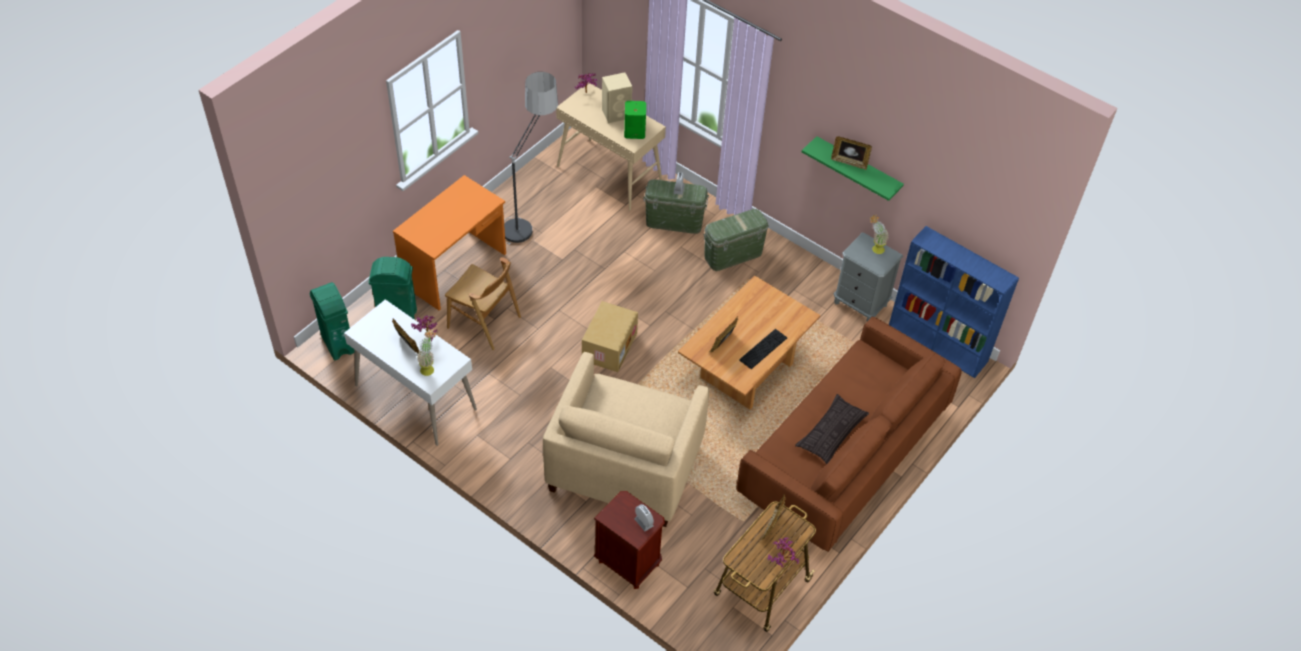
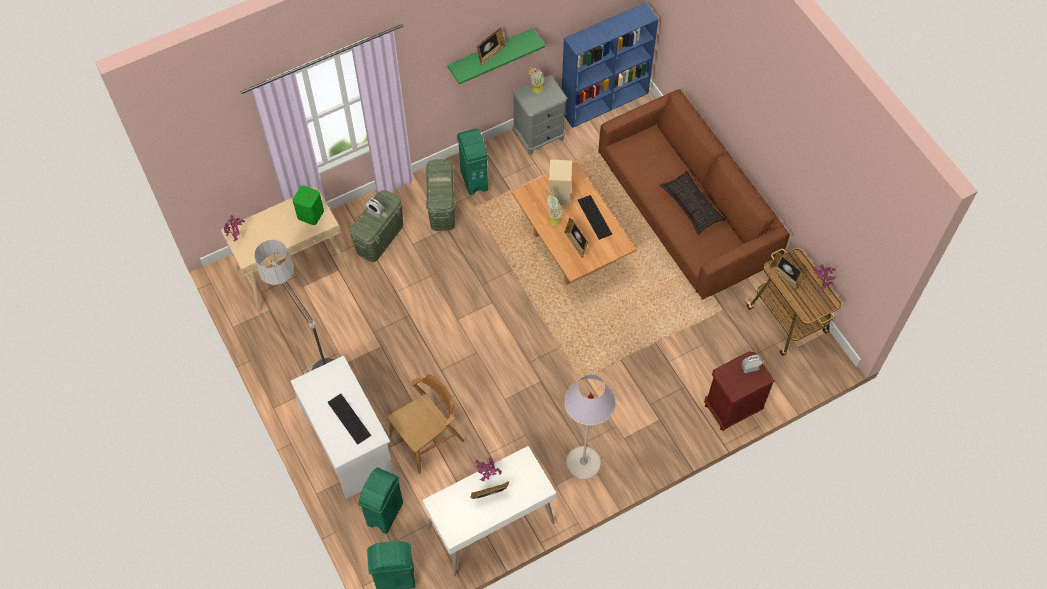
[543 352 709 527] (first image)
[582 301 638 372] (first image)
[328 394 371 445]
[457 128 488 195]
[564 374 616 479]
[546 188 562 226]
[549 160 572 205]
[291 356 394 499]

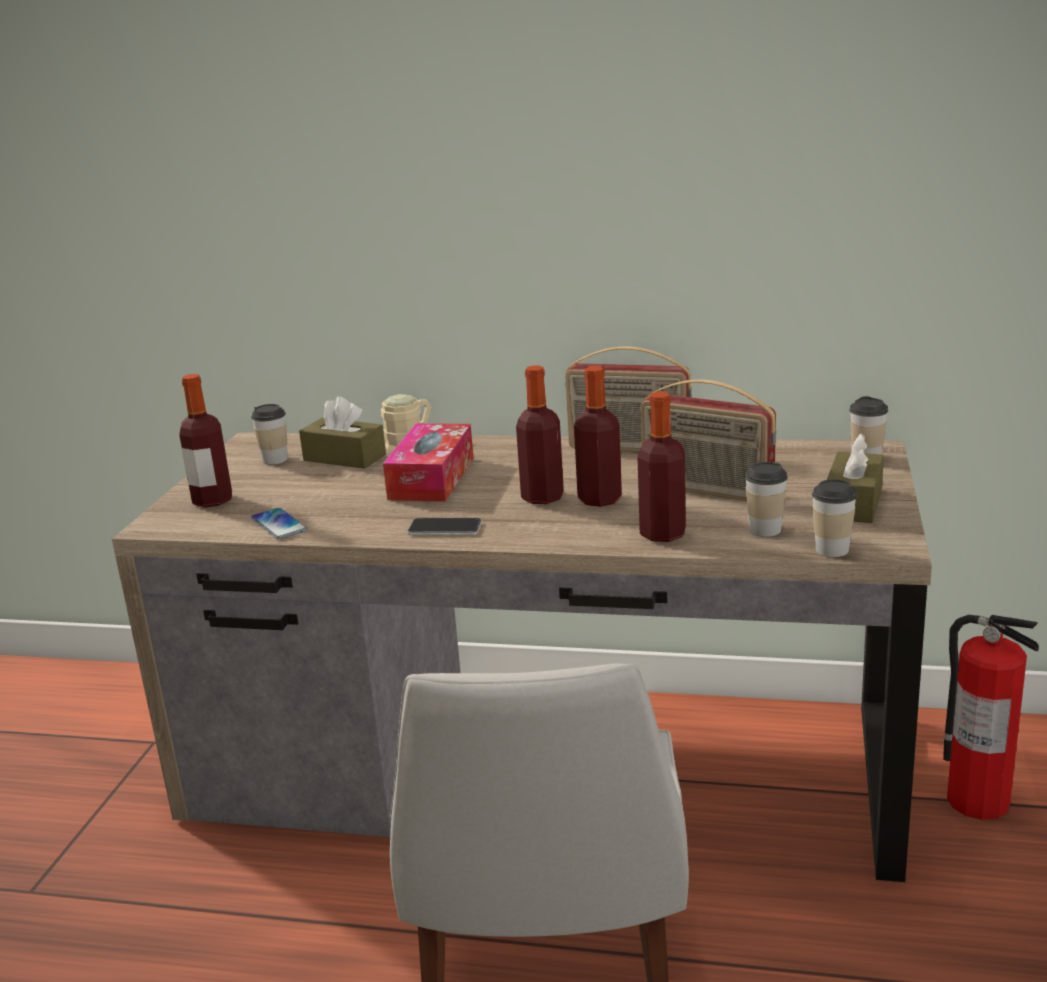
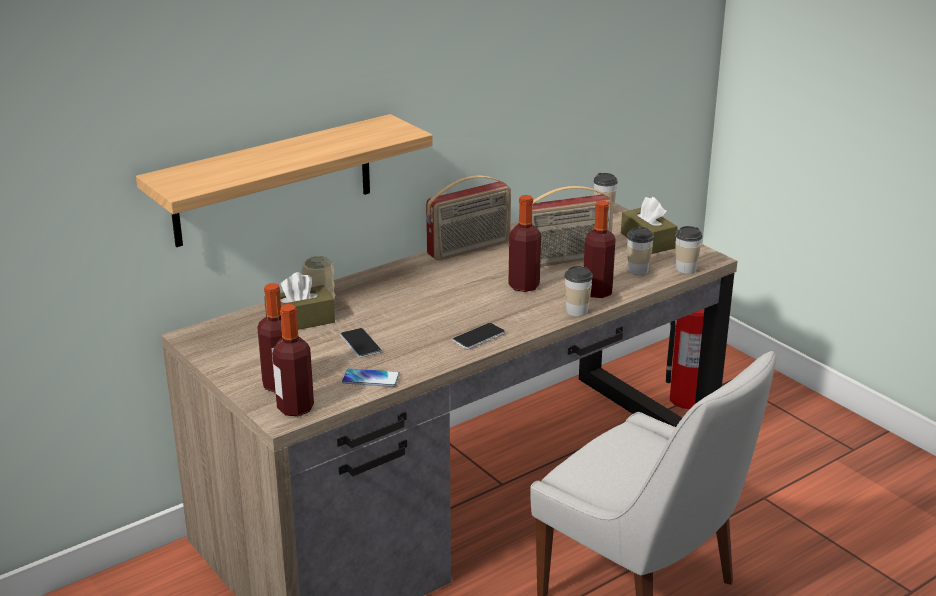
[383 423 474 502] (first image)
[136 114 433 247]
[340 328 382 358]
[564 266 593 316]
[272 304 314 416]

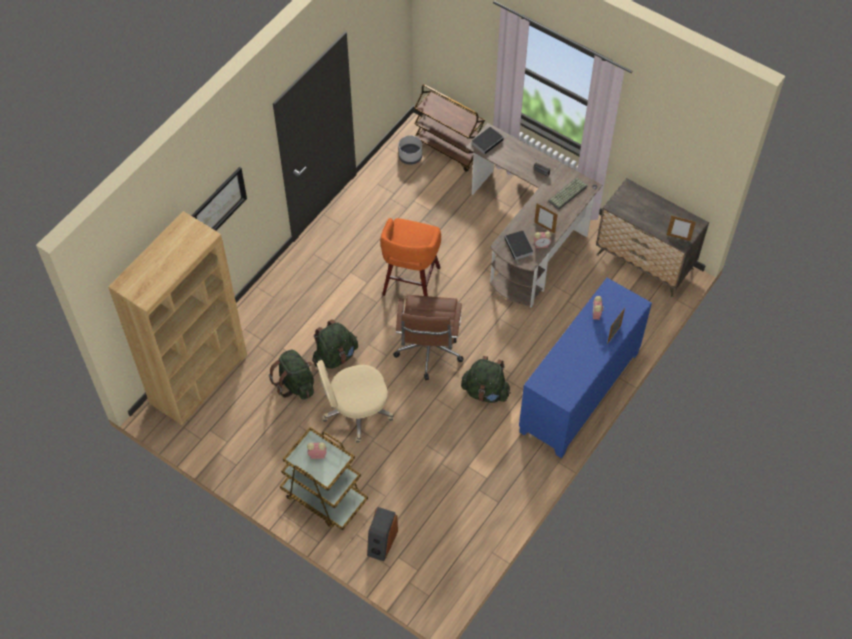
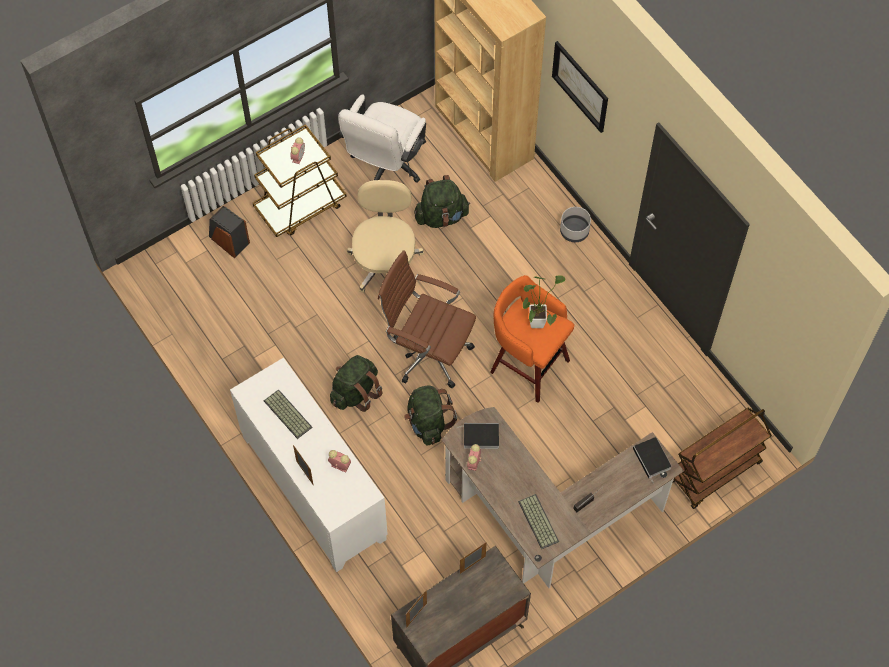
[264 389 312 439]
[338 95 426 183]
[522 275 565 328]
[404 386 457 446]
[560 207 591 242]
[460 542 487 574]
[230 357 388 572]

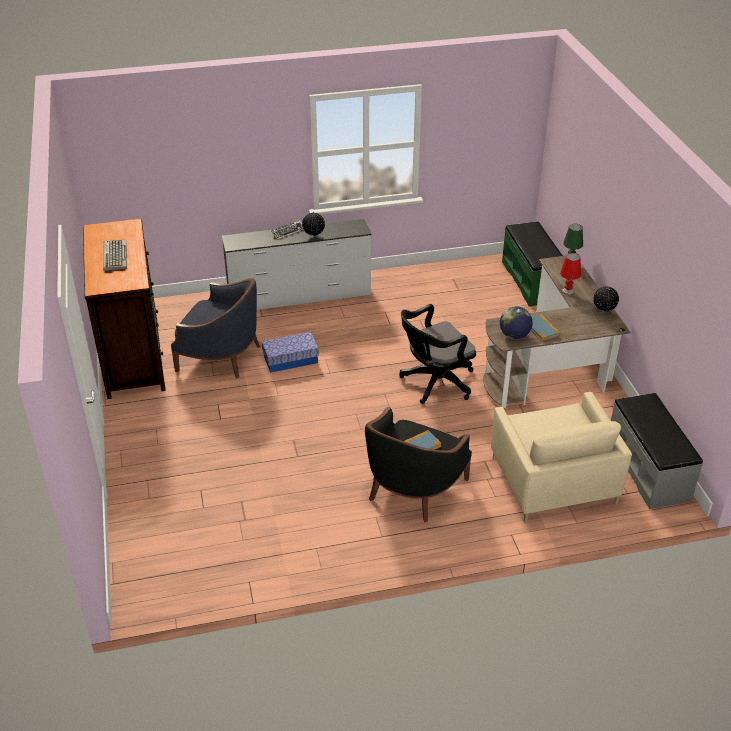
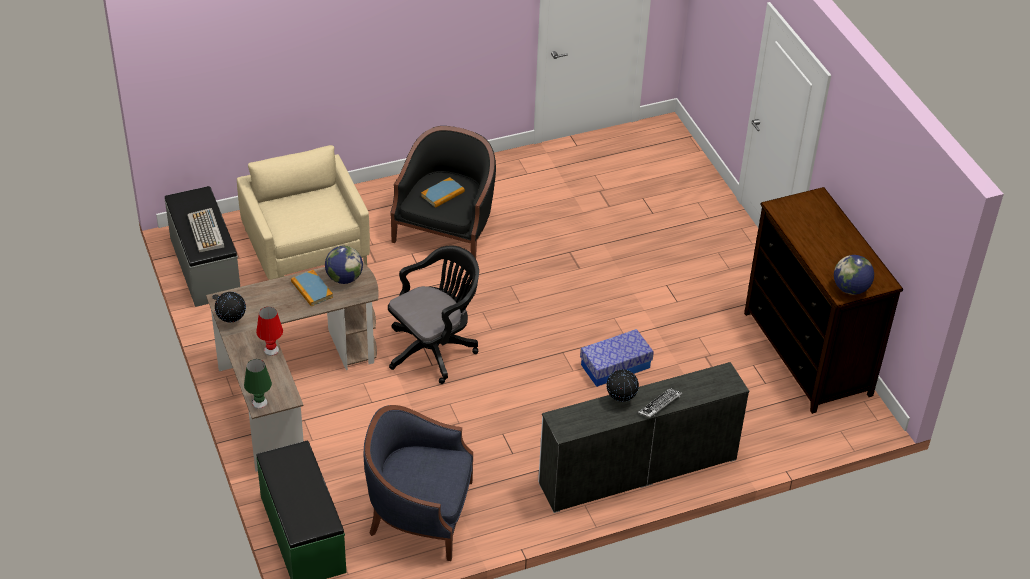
[834 255 874 295]
[187 208 225 253]
[363 405 473 561]

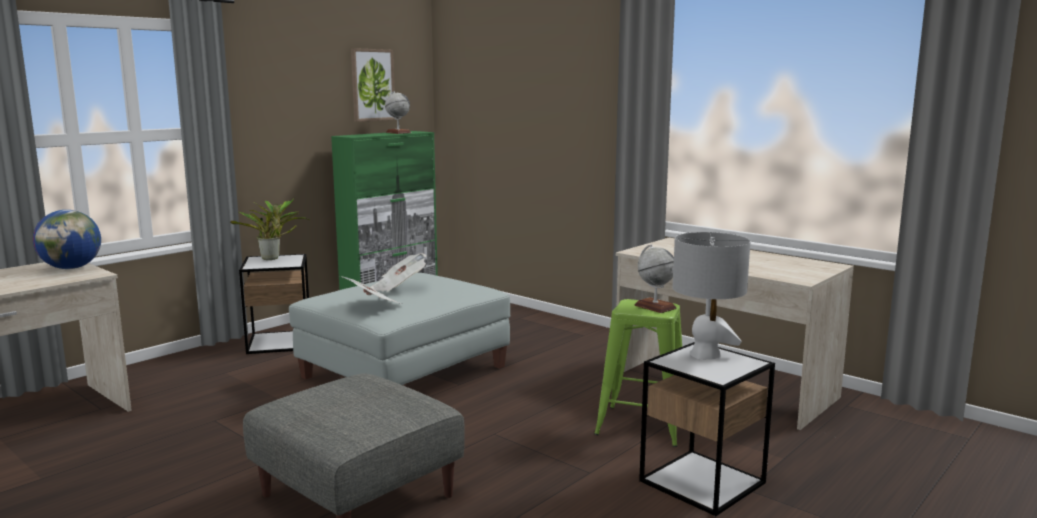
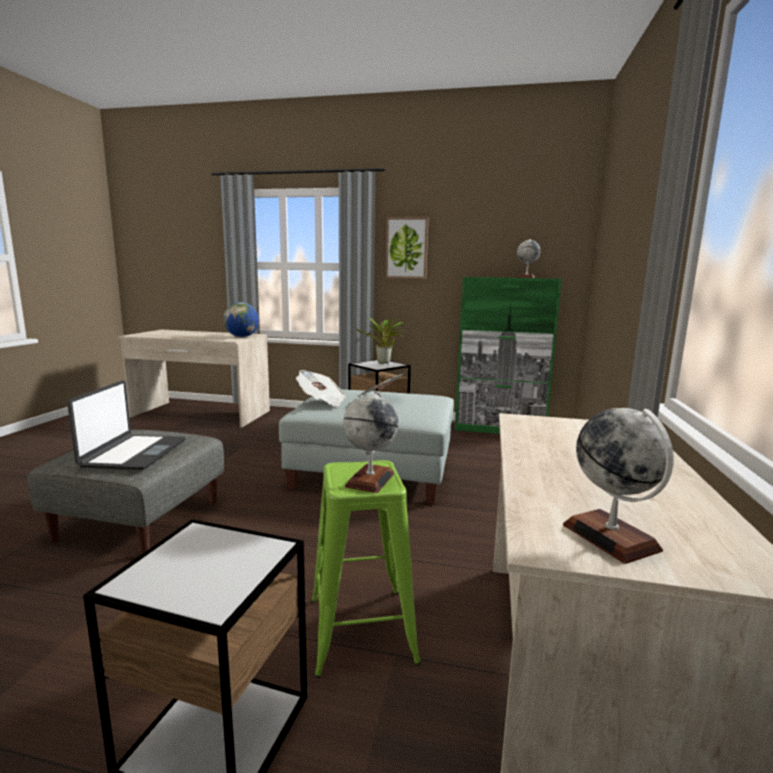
[672 232 751 360] (first image)
[67 380 185 470]
[563 408 674 564]
[385 217 428 279]

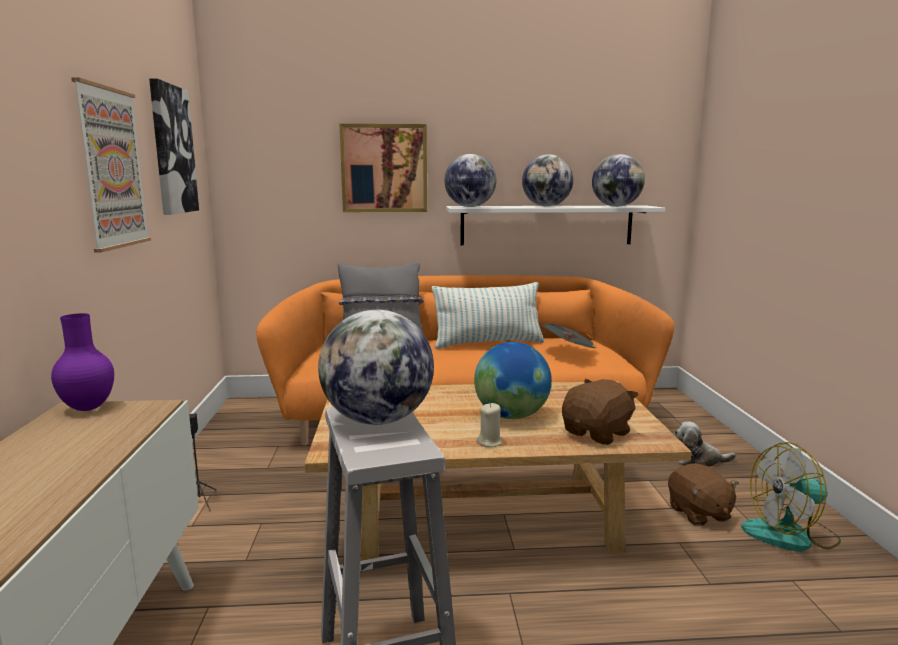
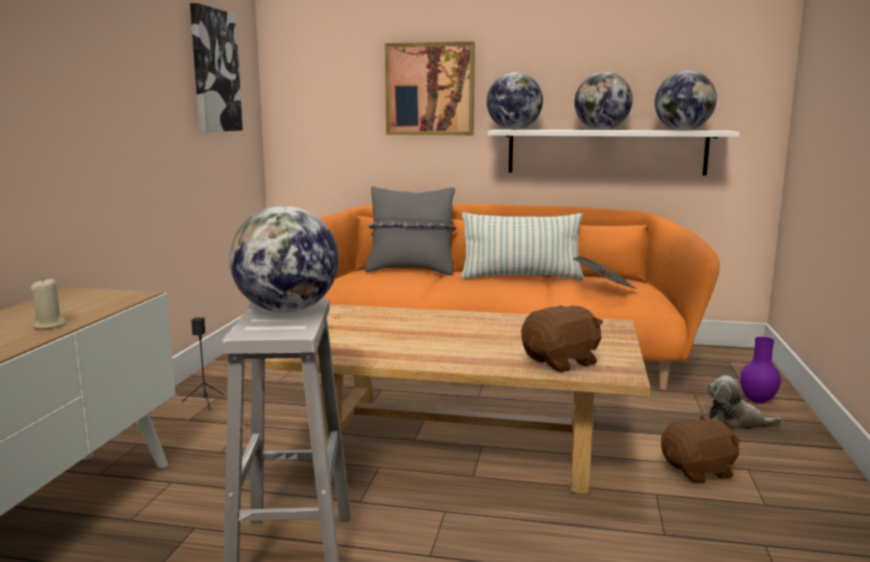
[71 77 151 252] (first image)
[474 342 552 419] (first image)
[741 442 841 552] (first image)
[740 337 781 403]
[31 278 66 329]
[661 415 741 484]

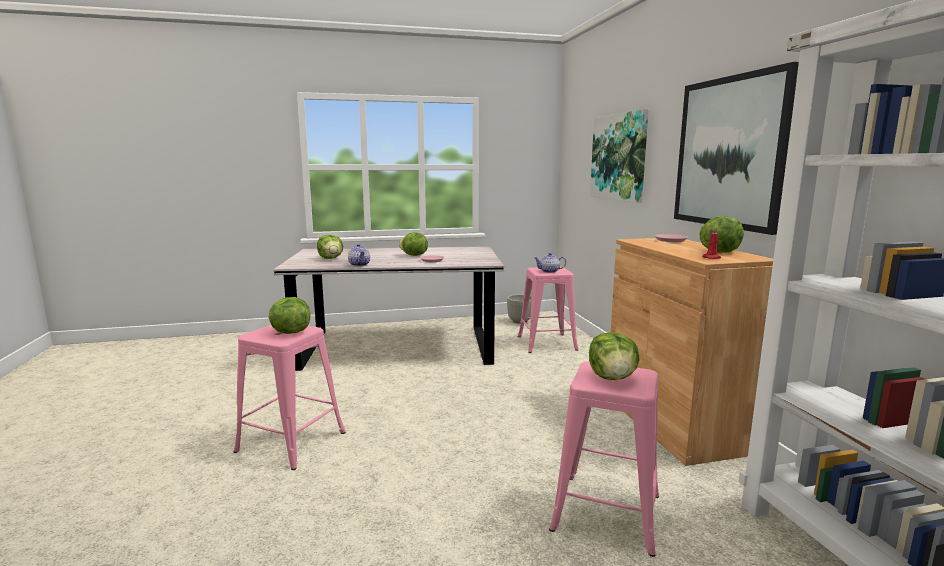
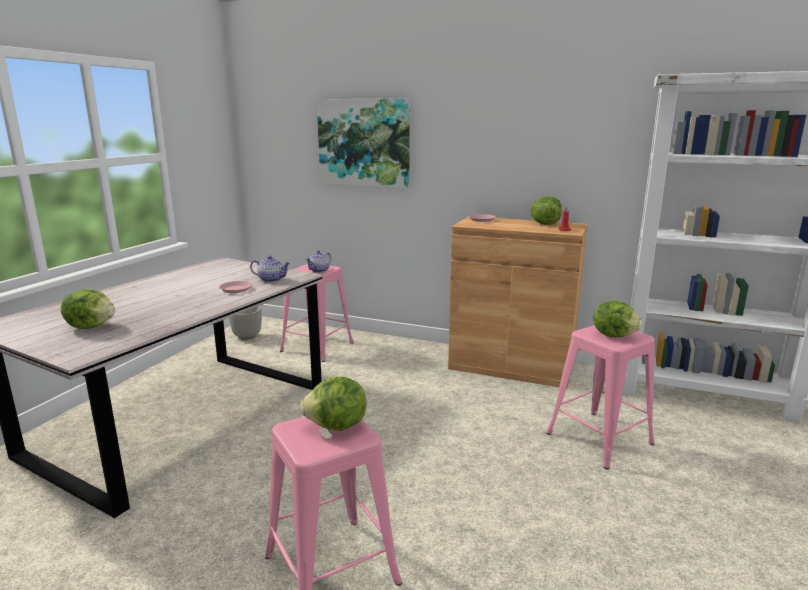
[399 233 428 256] (first image)
[674 62 799 235] (first image)
[250 256 291 282]

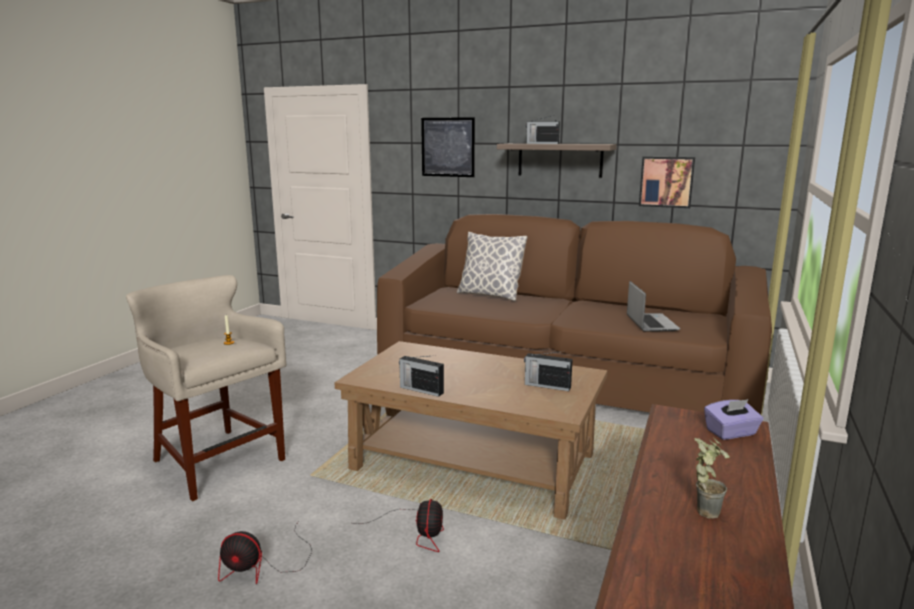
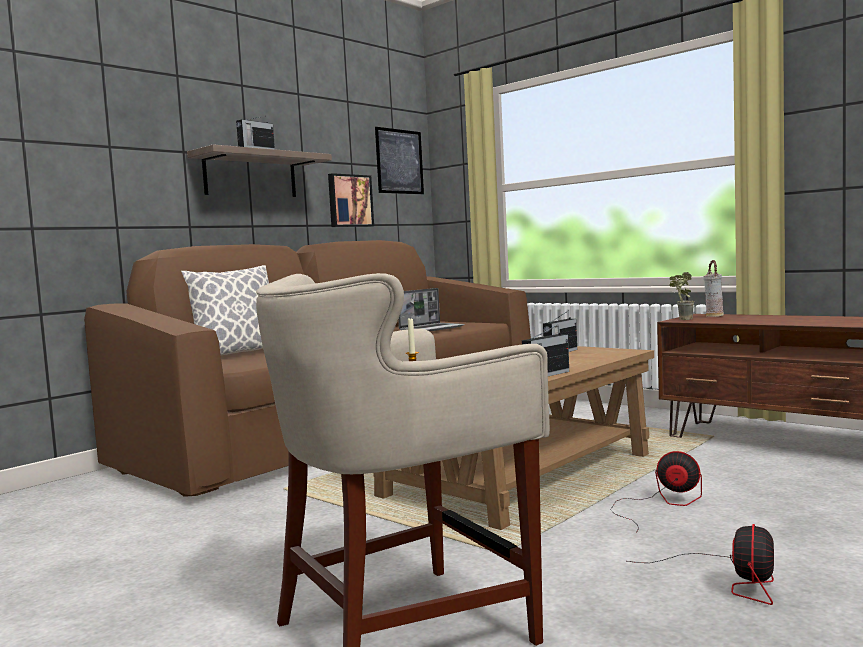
[375 127 424 194]
[669 272 695 320]
[704 260 724 317]
[398 288 465 331]

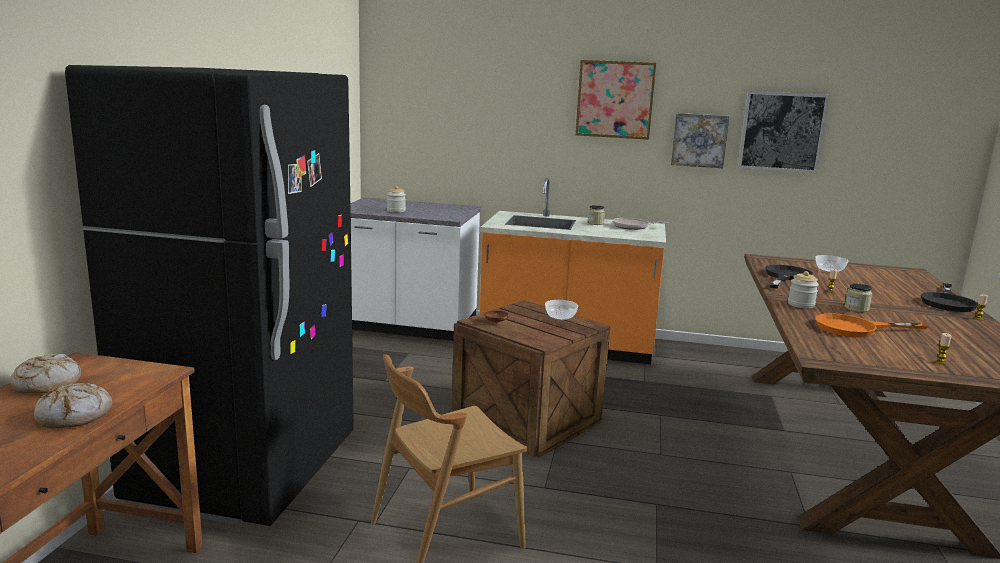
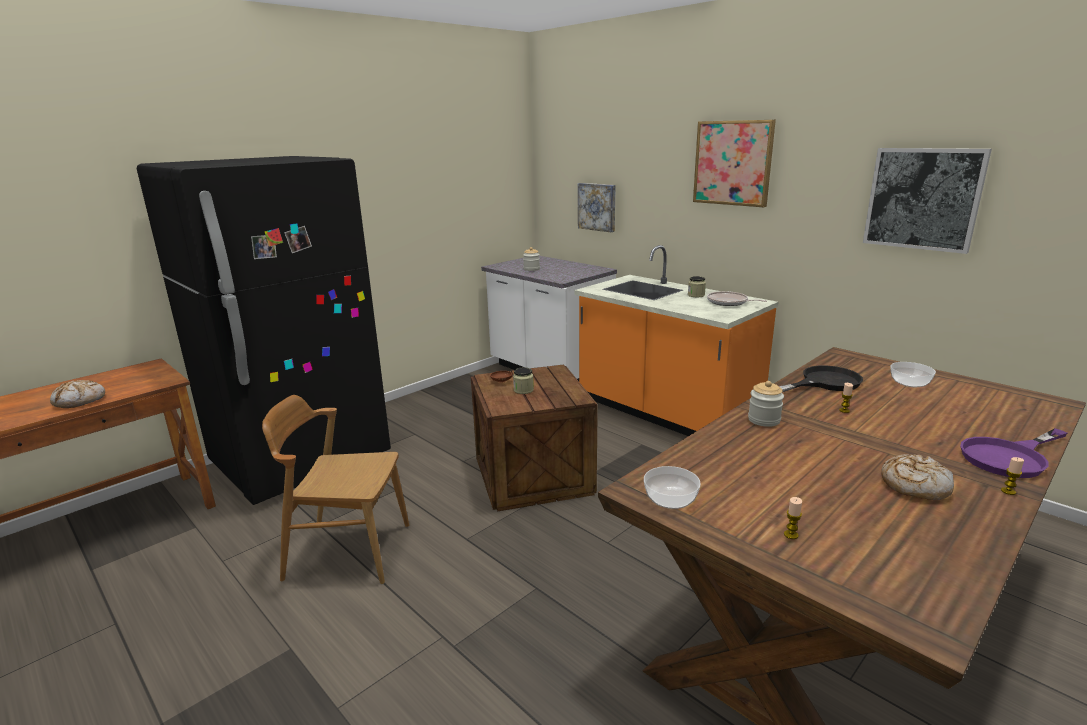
[815 313 928 337] (first image)
[881 454 954 500]
[644 466 701 509]
[578 183 616 232]
[513 367 534 394]
[960 428 1067 478]

